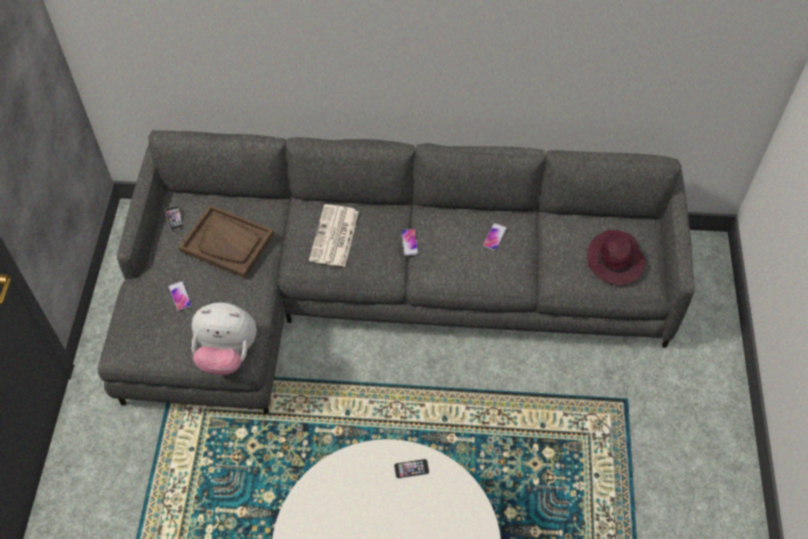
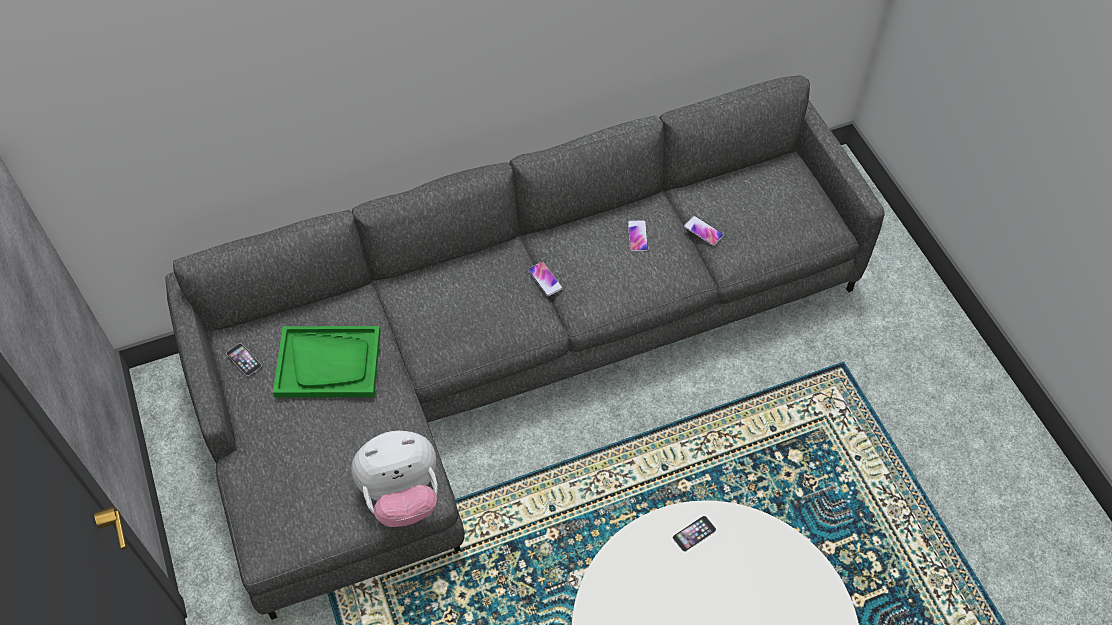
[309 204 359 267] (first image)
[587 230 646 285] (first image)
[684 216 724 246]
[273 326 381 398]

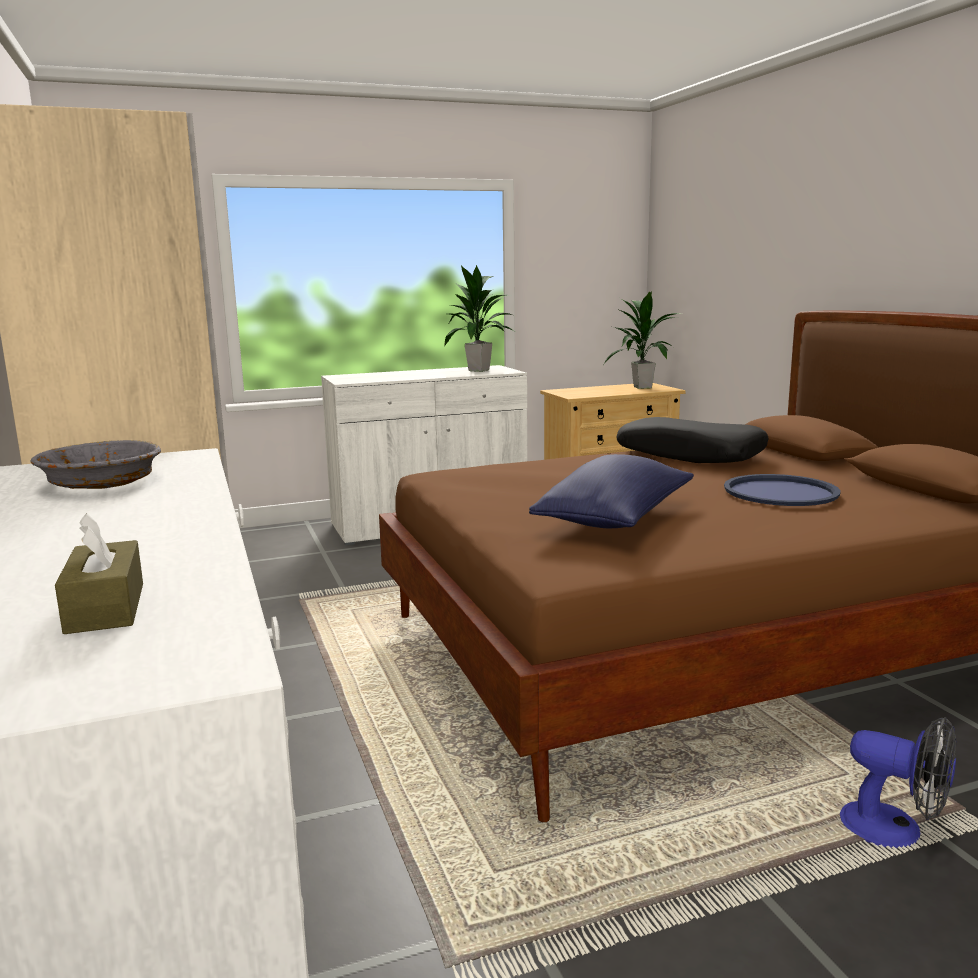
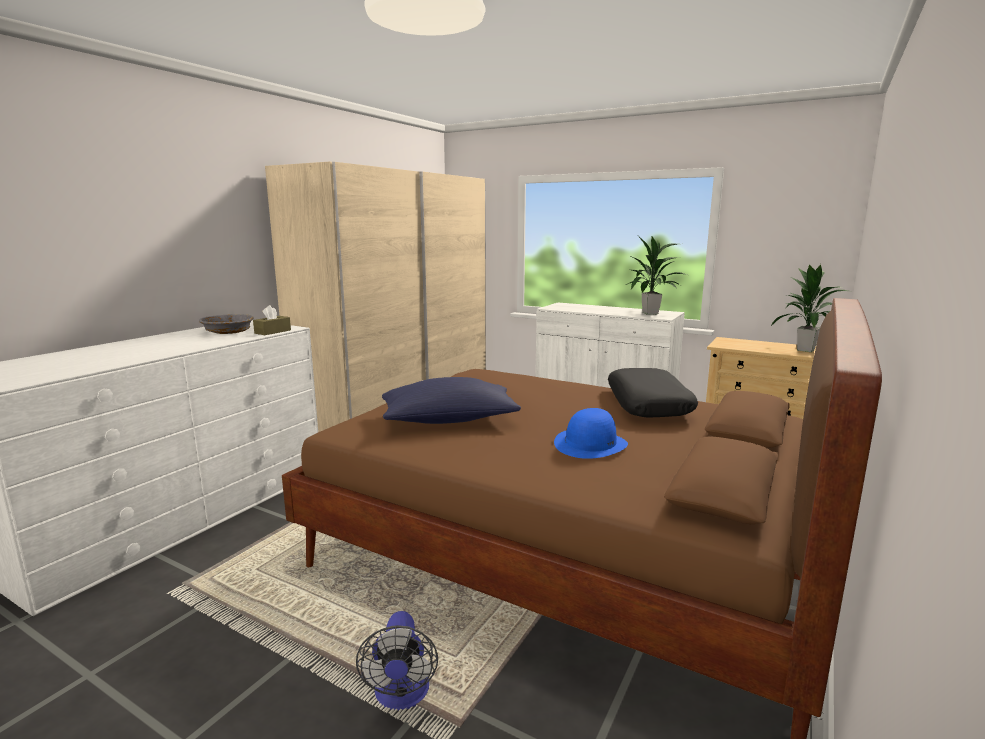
[253 305 291 335]
[554 408 628 459]

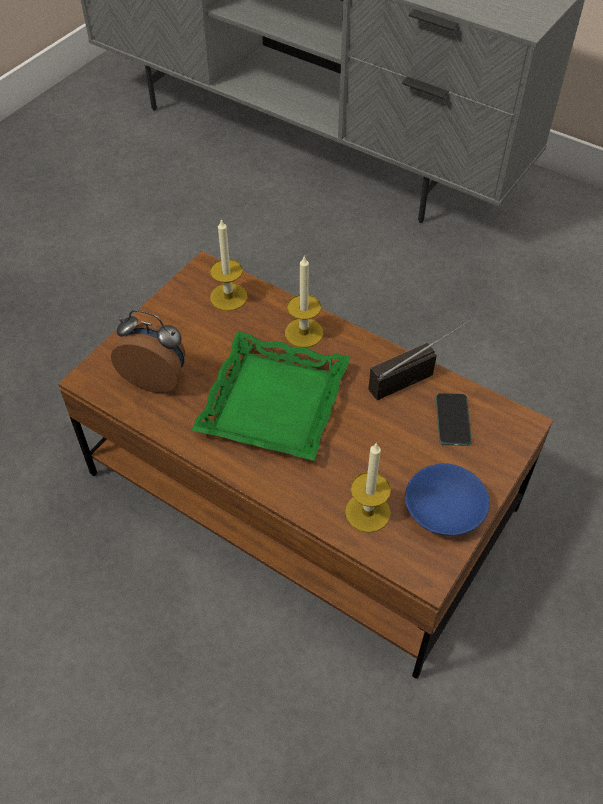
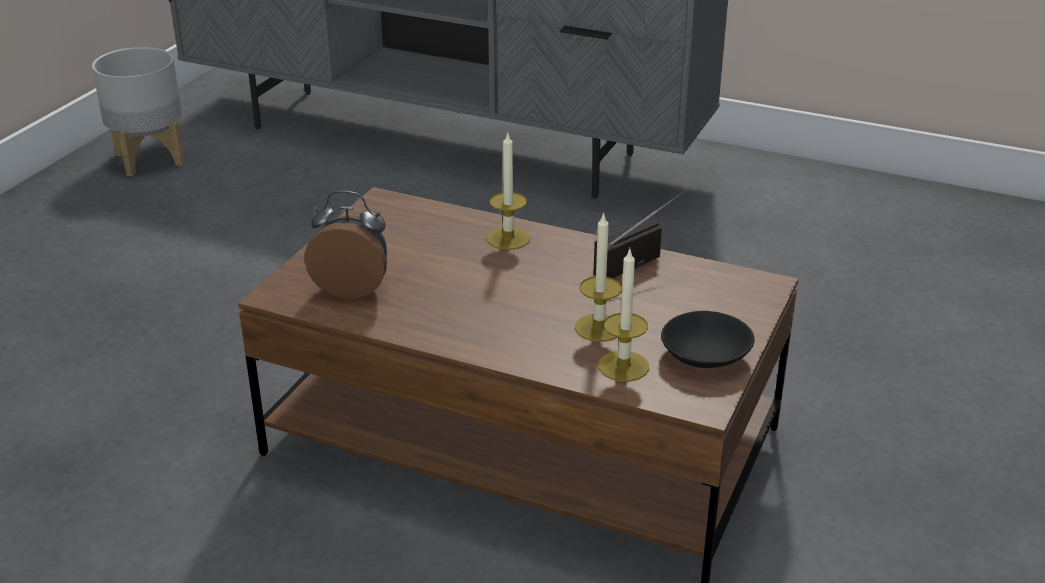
[192 331 351 461] (first image)
[436 393 472 446] (first image)
[92 47 185 176]
[575 212 622 342]
[661 311 755 368]

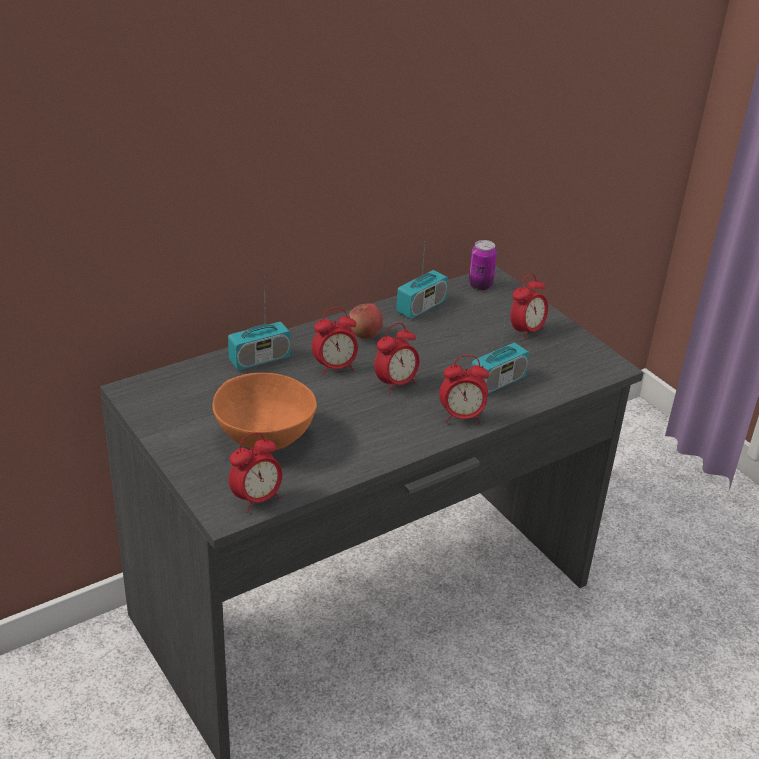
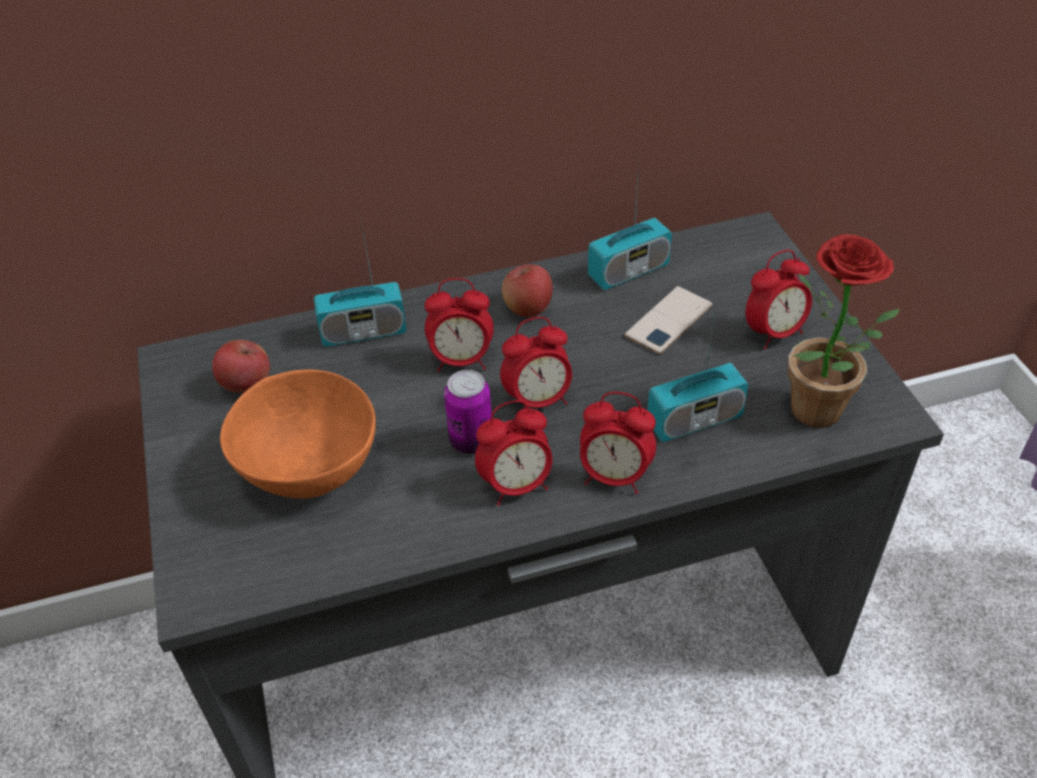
[212 340 270 393]
[625 286 713 354]
[788 234 900 428]
[475 400 552 506]
[444 370 492 454]

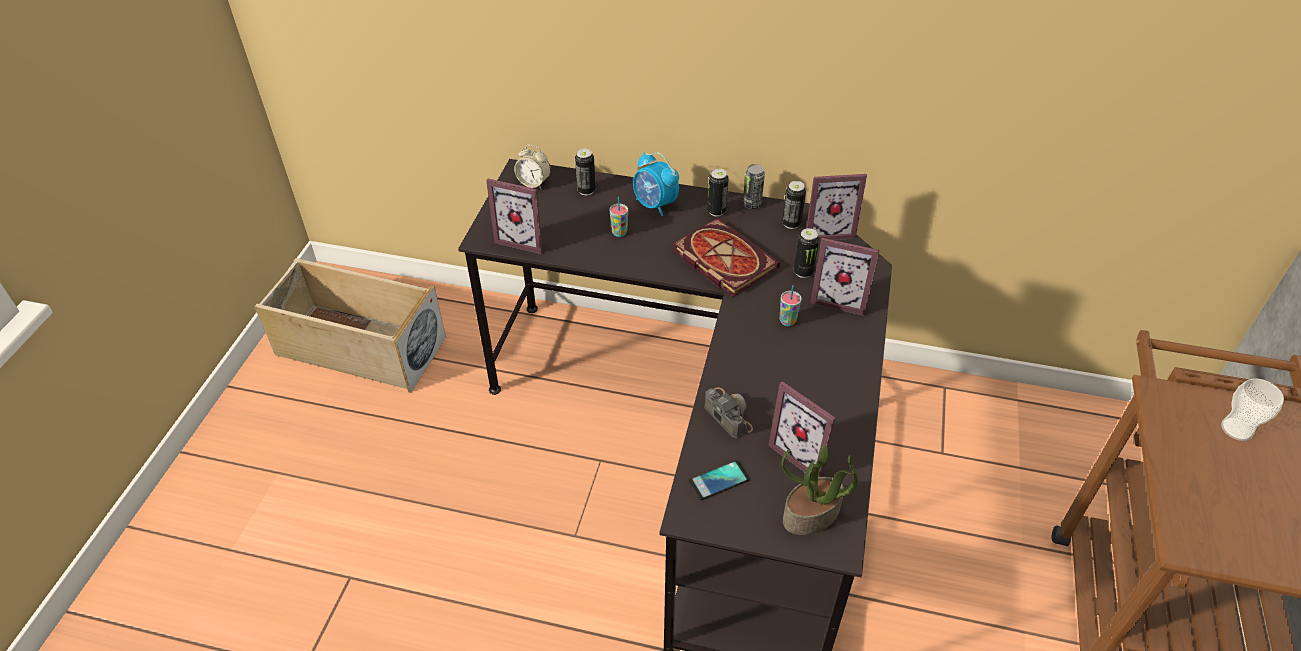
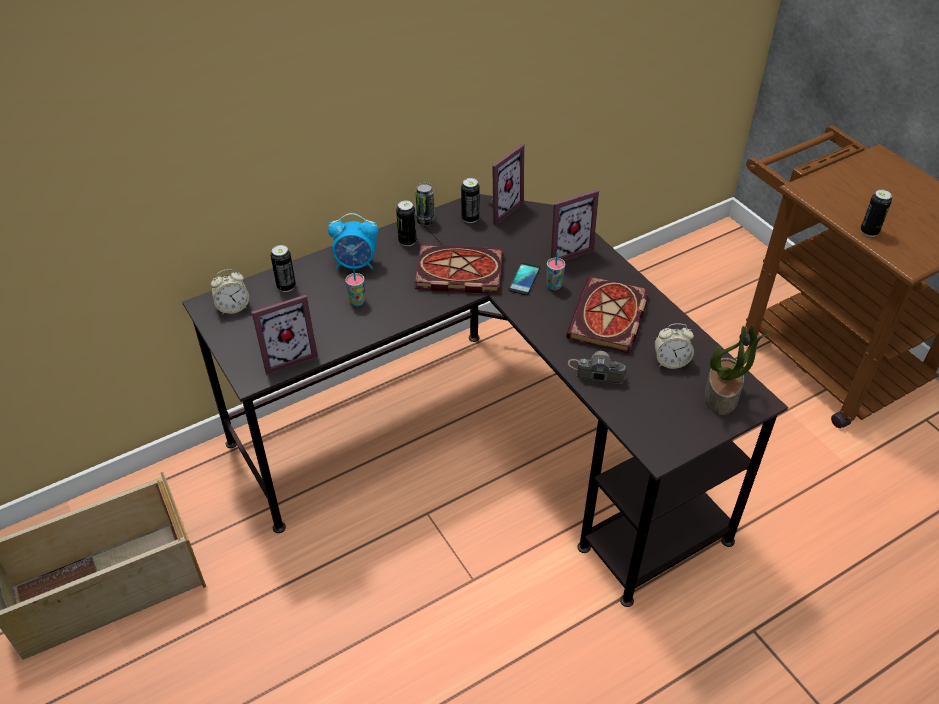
[1221 379 1284 441] (first image)
[566 276 648 353]
[508 263 540 295]
[861 190 892 237]
[654 323 694 369]

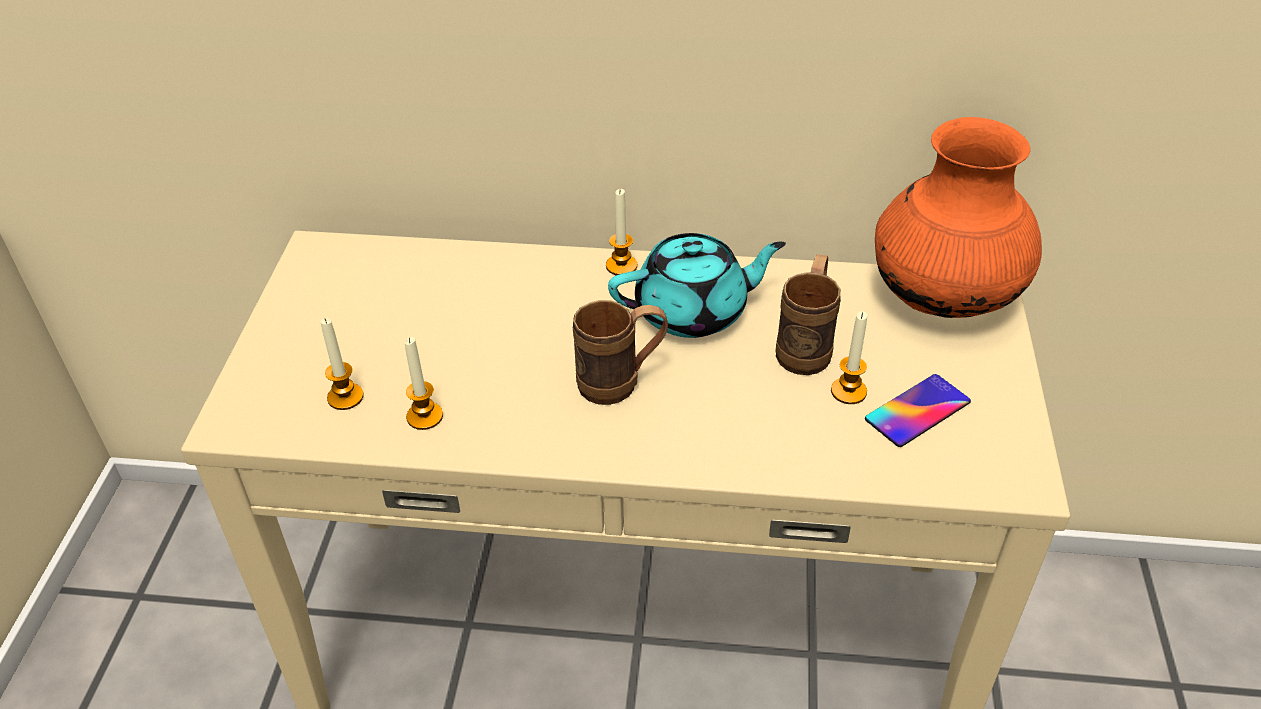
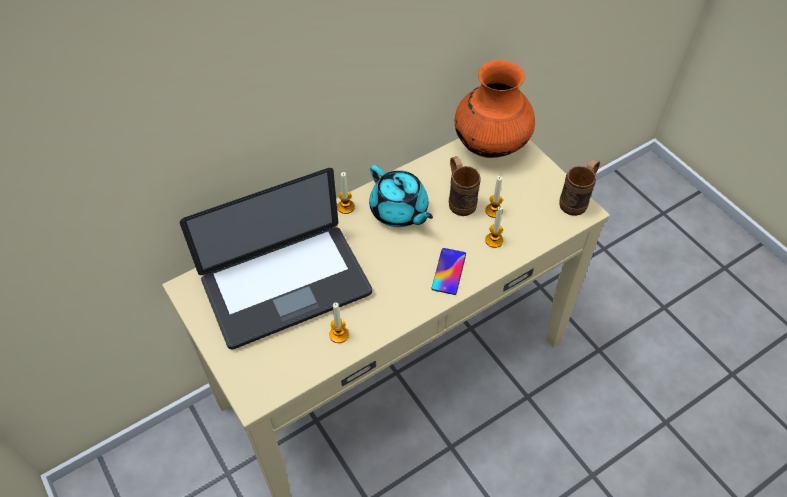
[180 168 372 349]
[485 206 503 248]
[559 159 600 216]
[432 248 466 295]
[369 165 433 227]

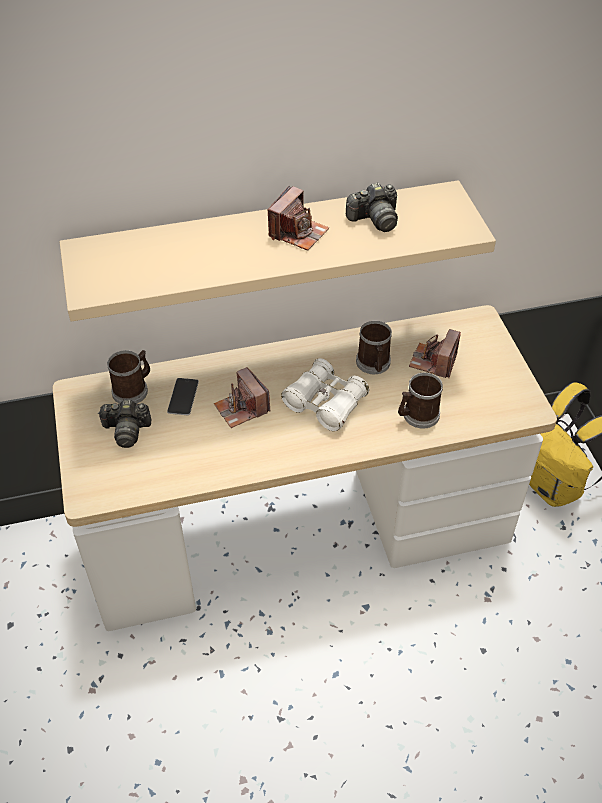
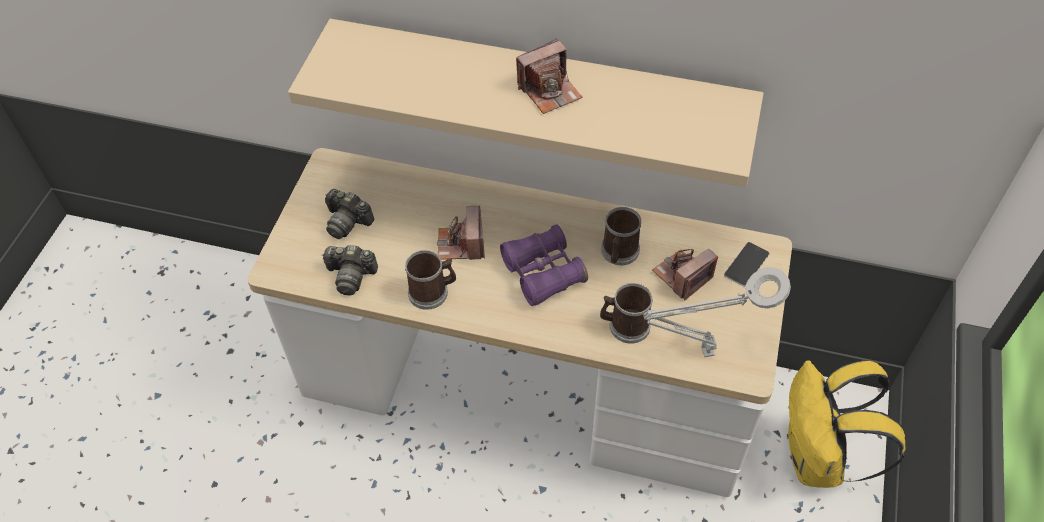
[643 267 791 357]
[405 250 456 310]
[724 242 770 287]
[322 245 378 295]
[500 225 588 306]

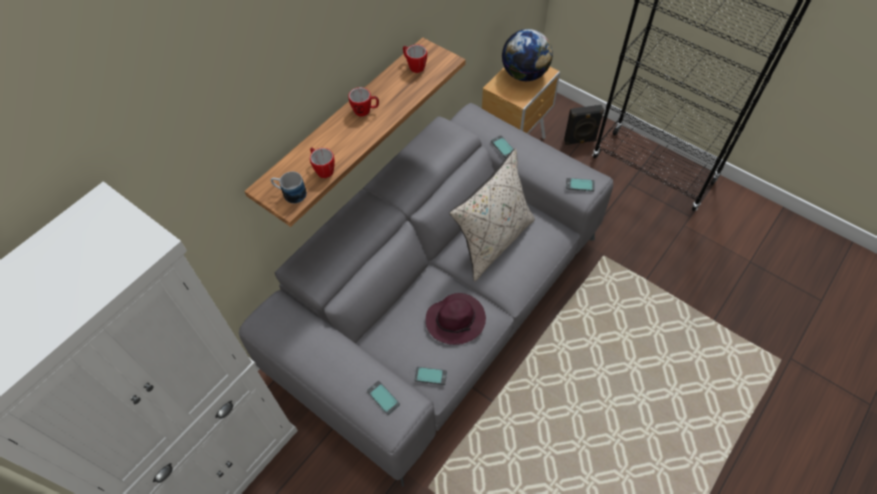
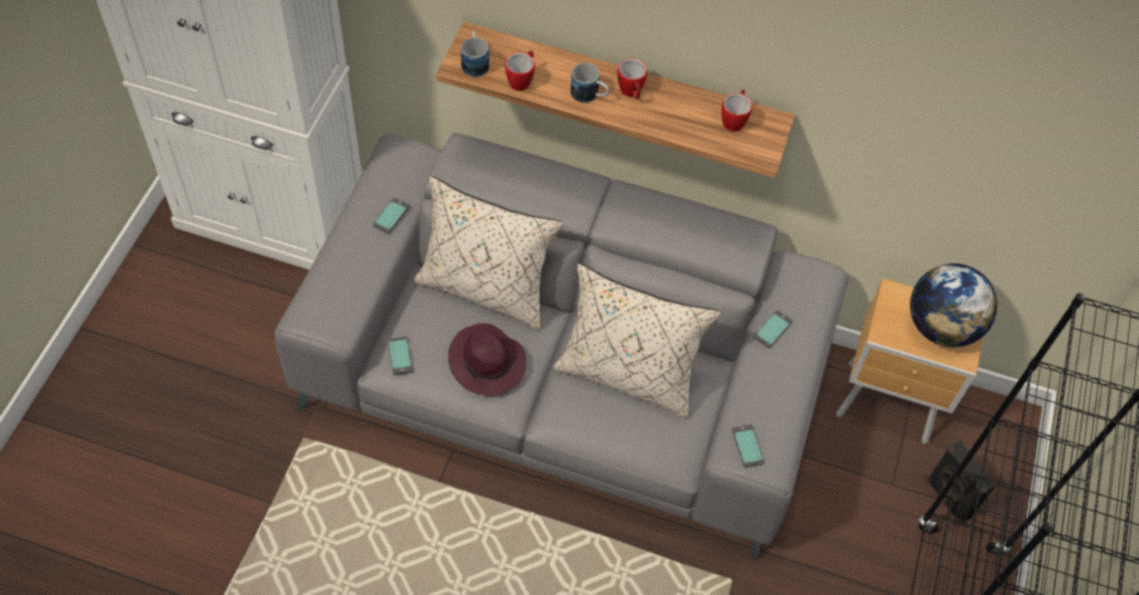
[414 176 563 331]
[570 63 609 103]
[373 198 410 234]

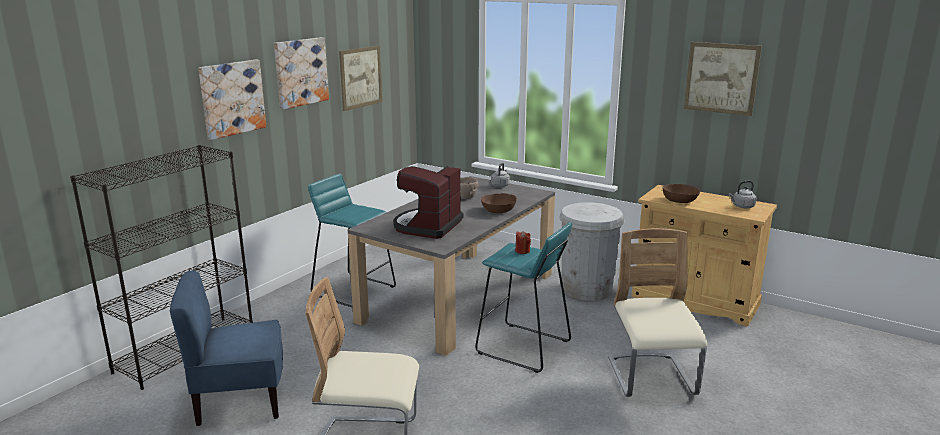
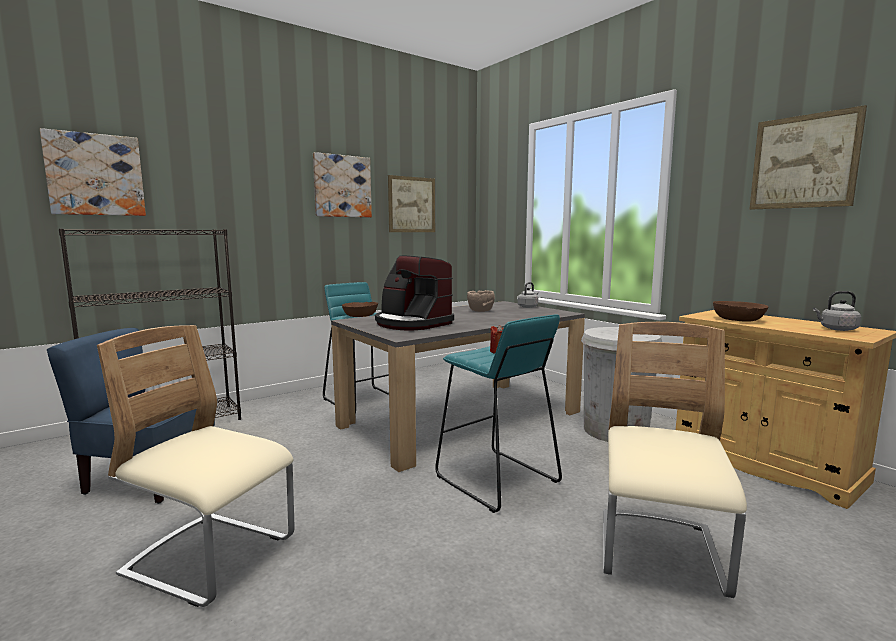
[40 128 146 216]
[342 302 378 317]
[375 255 454 331]

